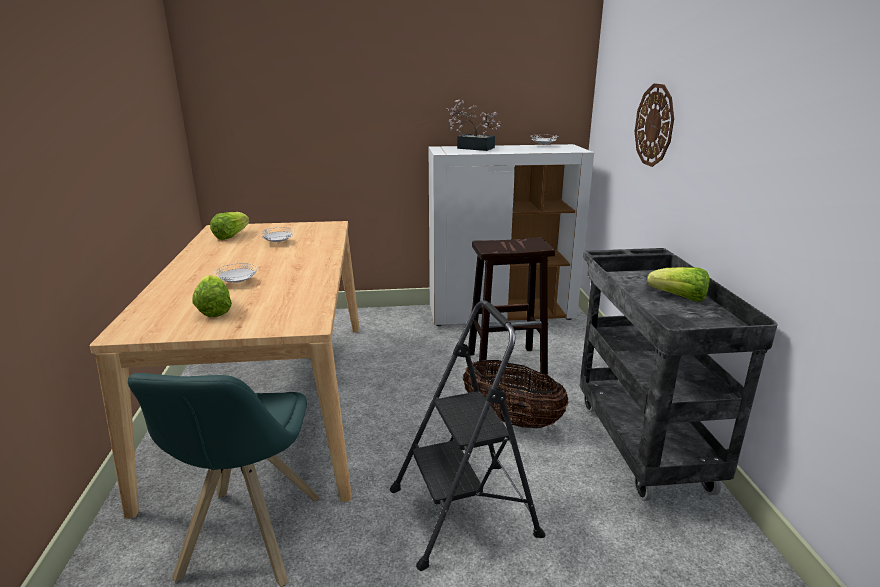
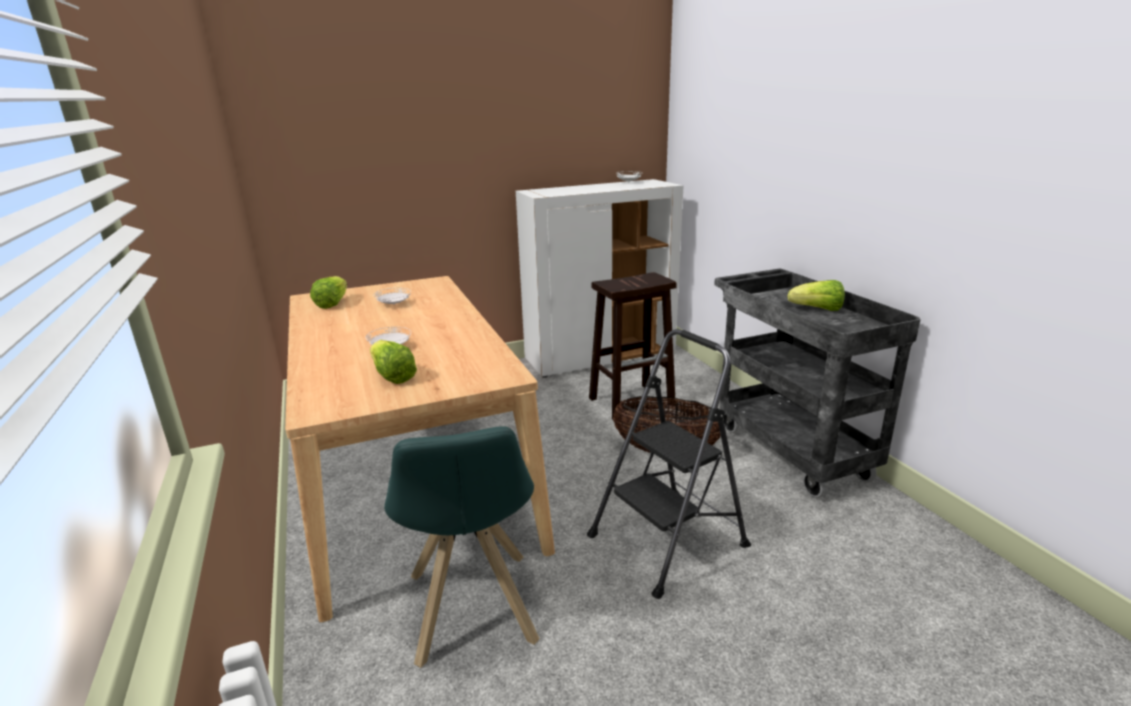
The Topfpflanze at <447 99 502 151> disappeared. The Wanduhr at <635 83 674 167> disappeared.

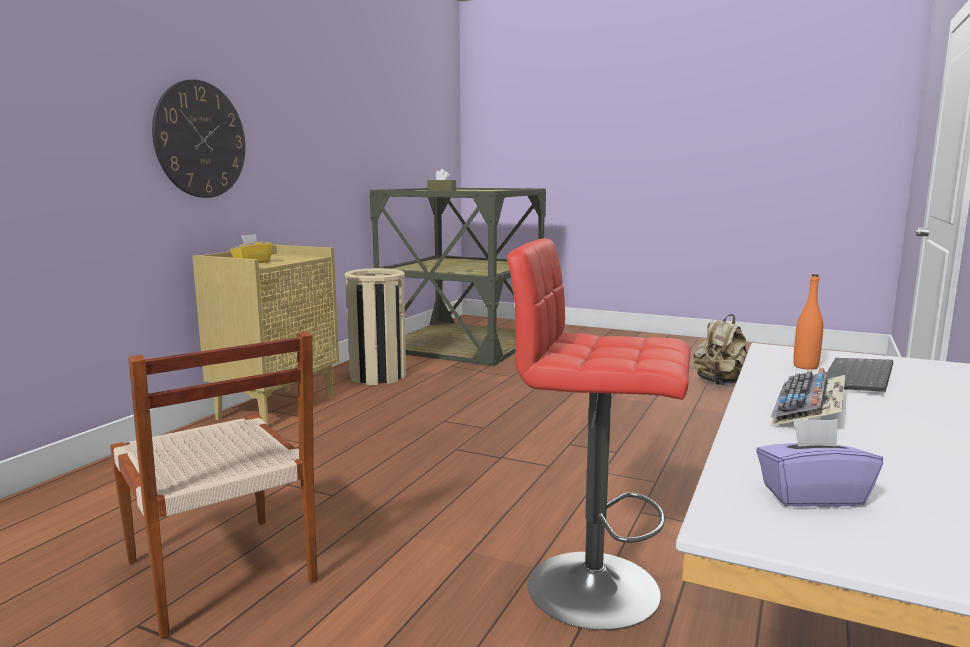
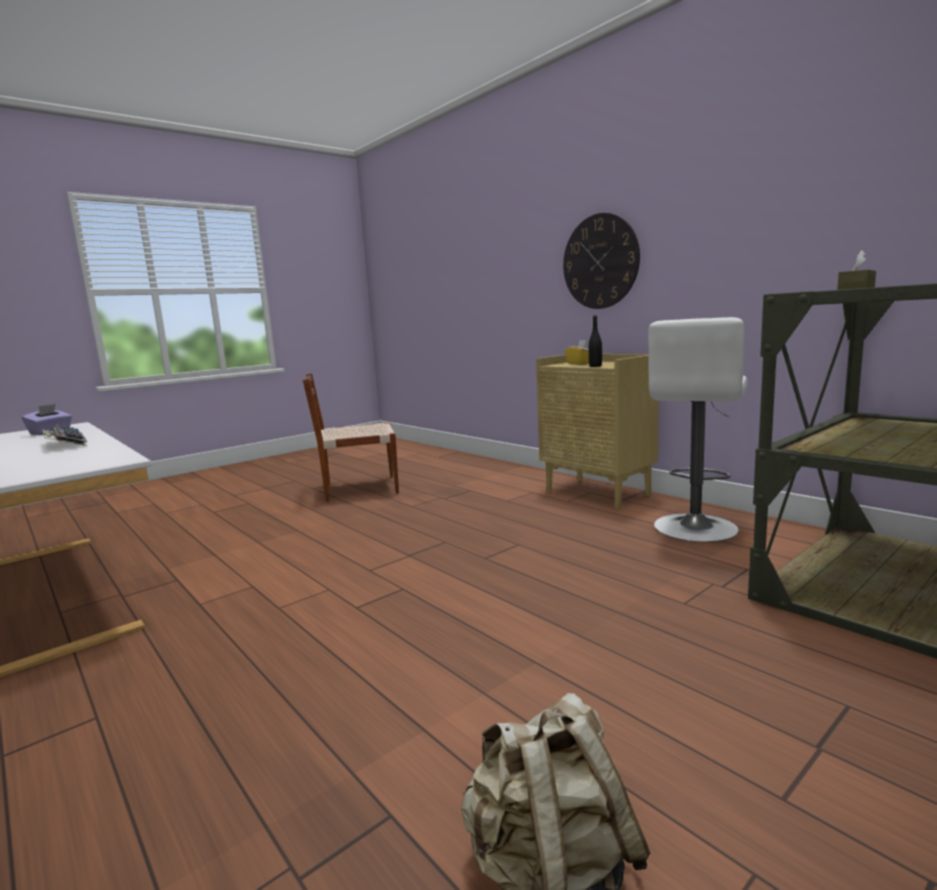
The Mülleimer (beige) at <345 268 406 385> was replaced by the Hocker (weiß) at <648 317 748 542>. The Hocker (rot) at <507 238 690 630> disappeared. The Flasche (orange) at <793 274 823 370> disappeared. The Tastatur at <827 358 893 392> disappeared. The Flasche (schwarz) at <589 315 602 367> appeared.

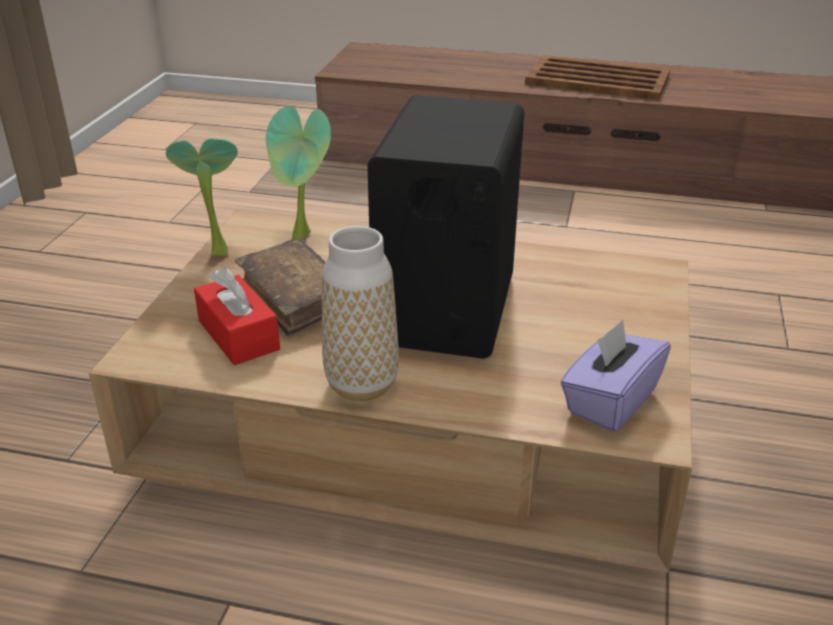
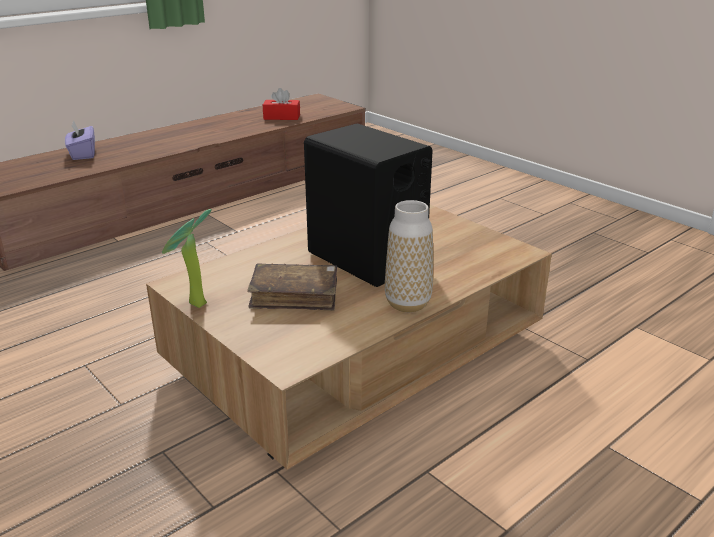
The Taschentuchbox (rot) moved from <194 267 280 365> to <263 88 300 120>. The Topfpflanze at <266 106 331 240> disappeared. The Tablett (braun) at <525 55 670 100> disappeared. The Taschentuchbox (lila) moved from <561 320 671 432> to <65 120 95 160>.

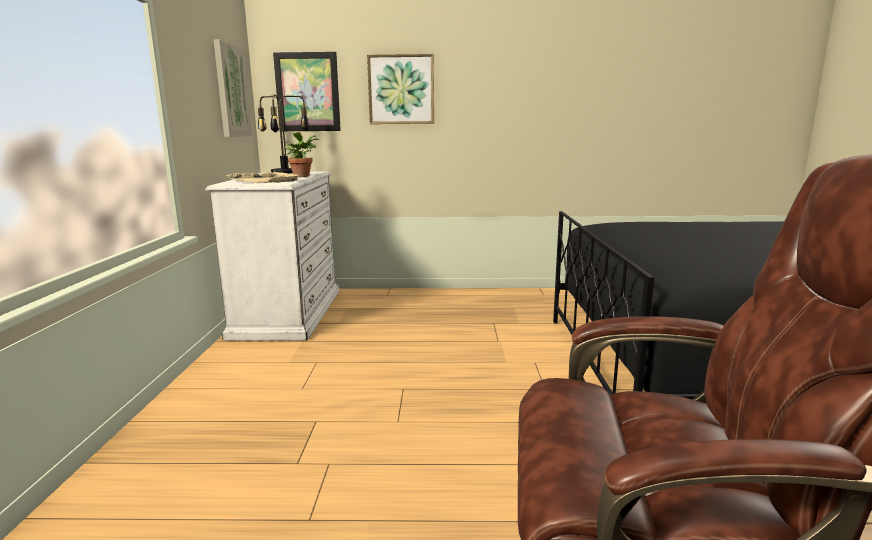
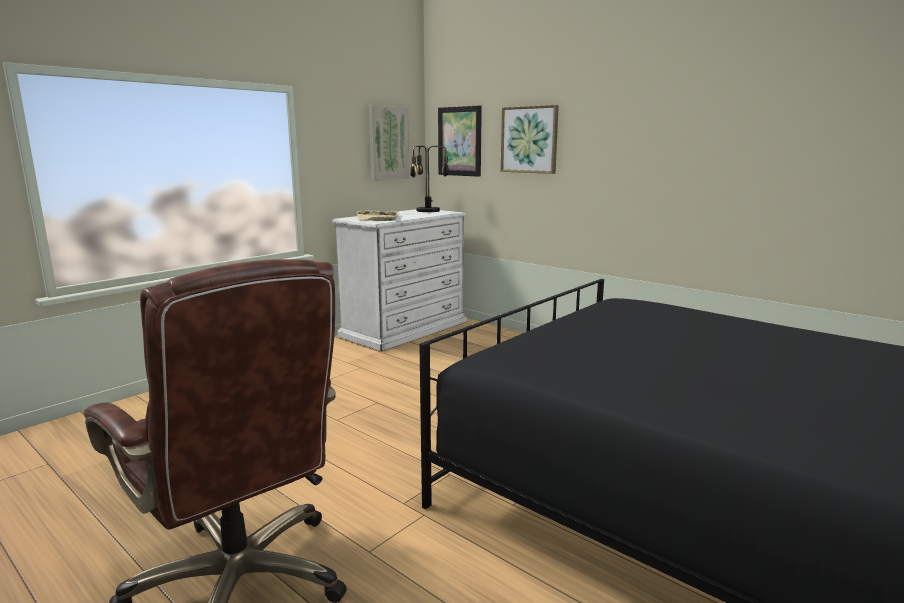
The Topfpflanze at <282 132 319 177> disappeared.

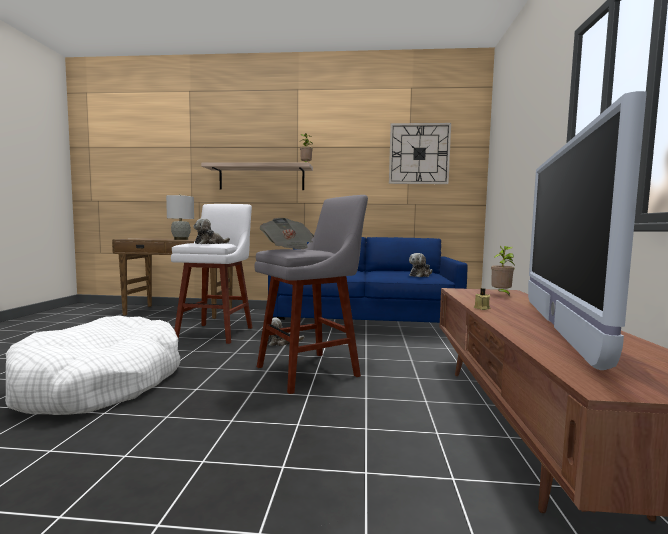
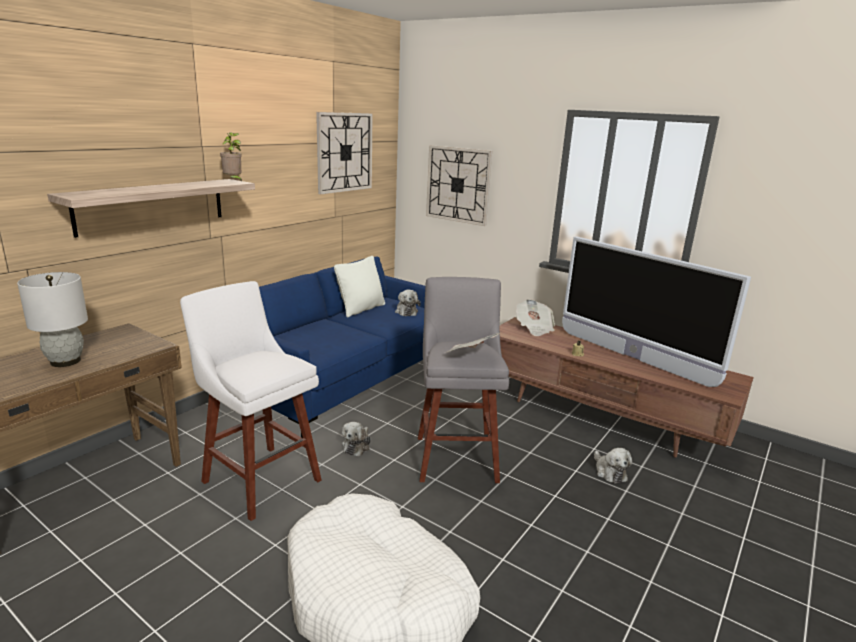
The Plüschtier moved from <193 218 230 244> to <594 448 632 483>. The Topfpflanze at <491 246 514 295> was replaced by the Zeitung at <515 299 555 336>. The Kissen (weiß) at <334 256 385 317> appeared. The Wanduhr at <426 145 492 226> appeared.

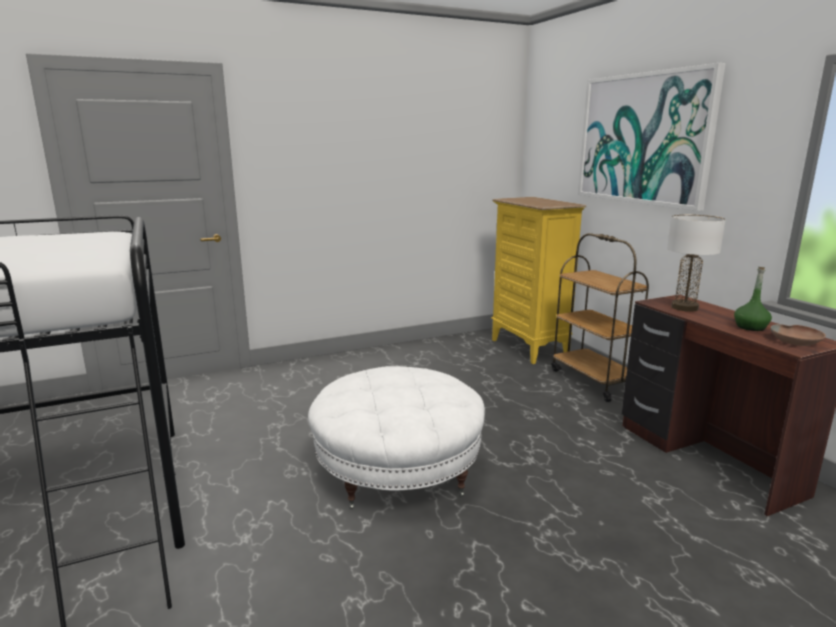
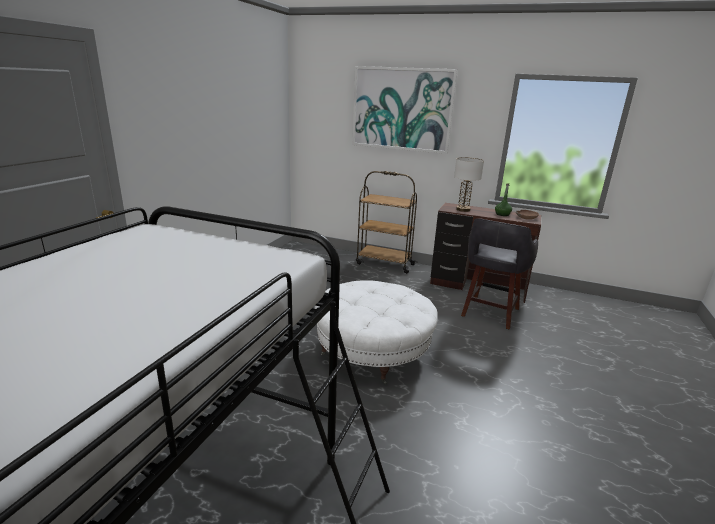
The Kommode (gelb) at <491 197 587 364> disappeared. The Hocker (grau) at <461 218 538 330> appeared.

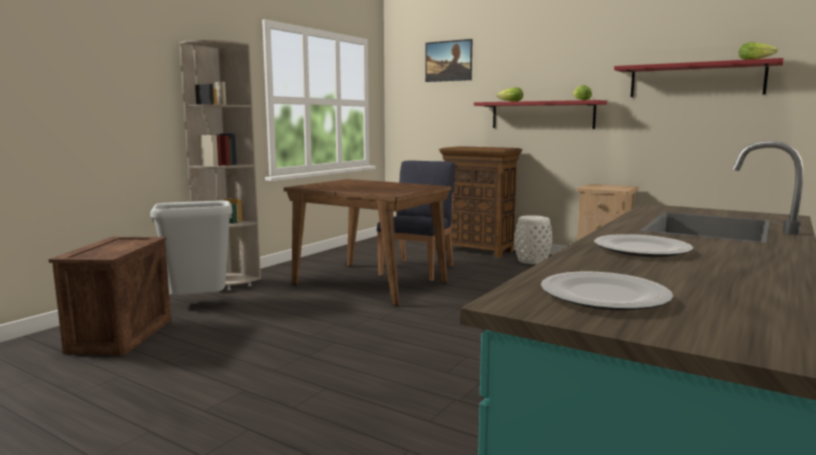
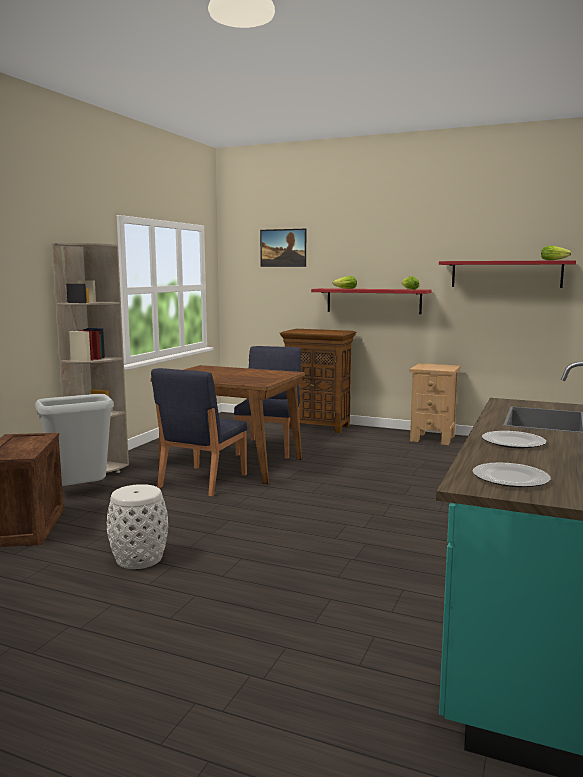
The Hocker (weiß) moved from <514 215 553 264> to <107 484 168 569>. The Stuhl (blau) at <151 368 247 496> appeared.

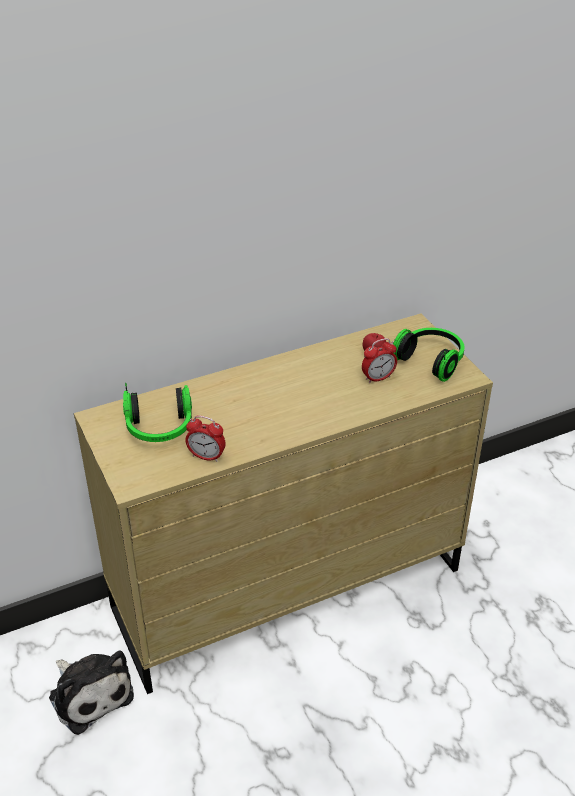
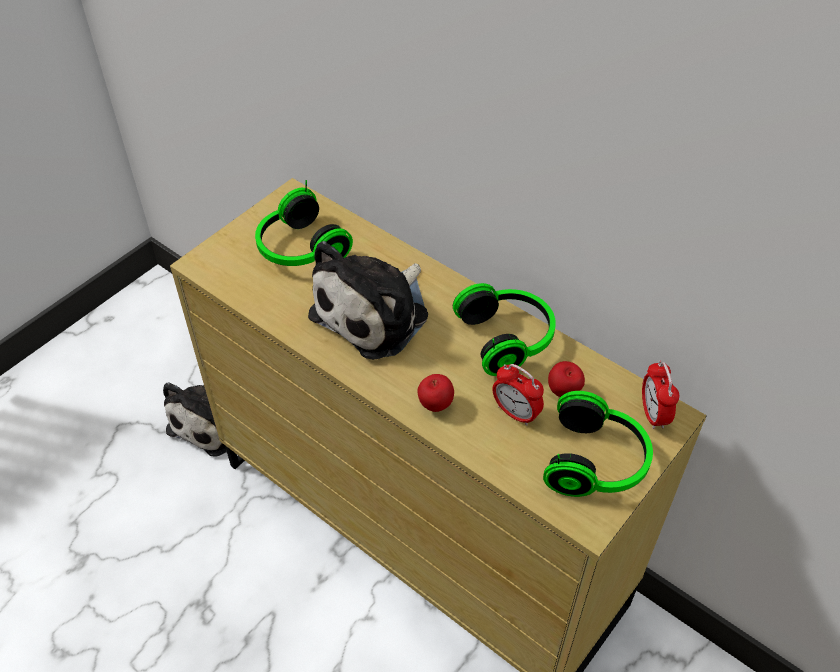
The Wecker moved from <186 416 226 462> to <642 361 679 429>. The Plüschtier at <308 241 428 360> appeared. The Apfel at <418 374 454 412> appeared. The Kopfhörer at <453 283 556 376> appeared.

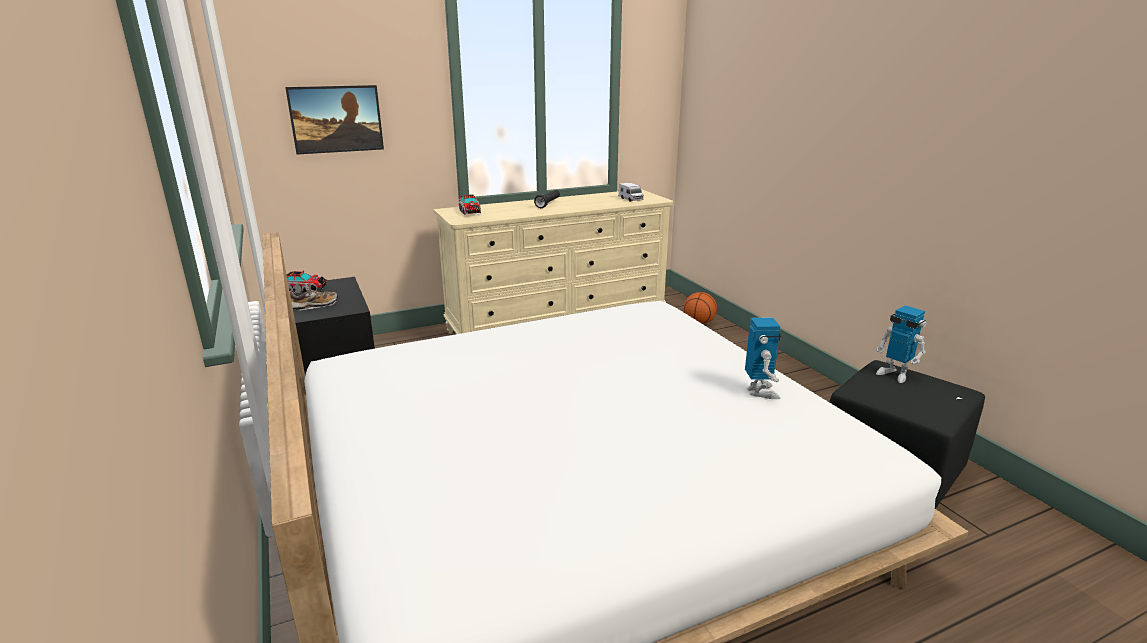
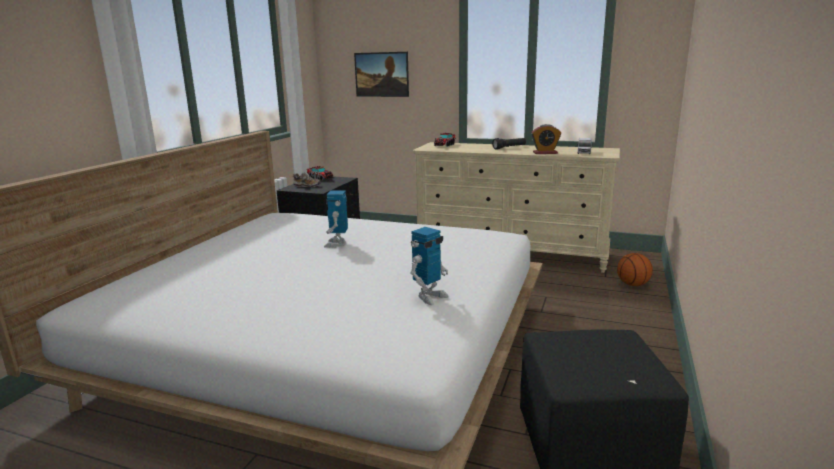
The Spielzeugroboter moved from <876 306 926 383> to <324 190 348 247>. The Wecker at <531 124 561 154> appeared.

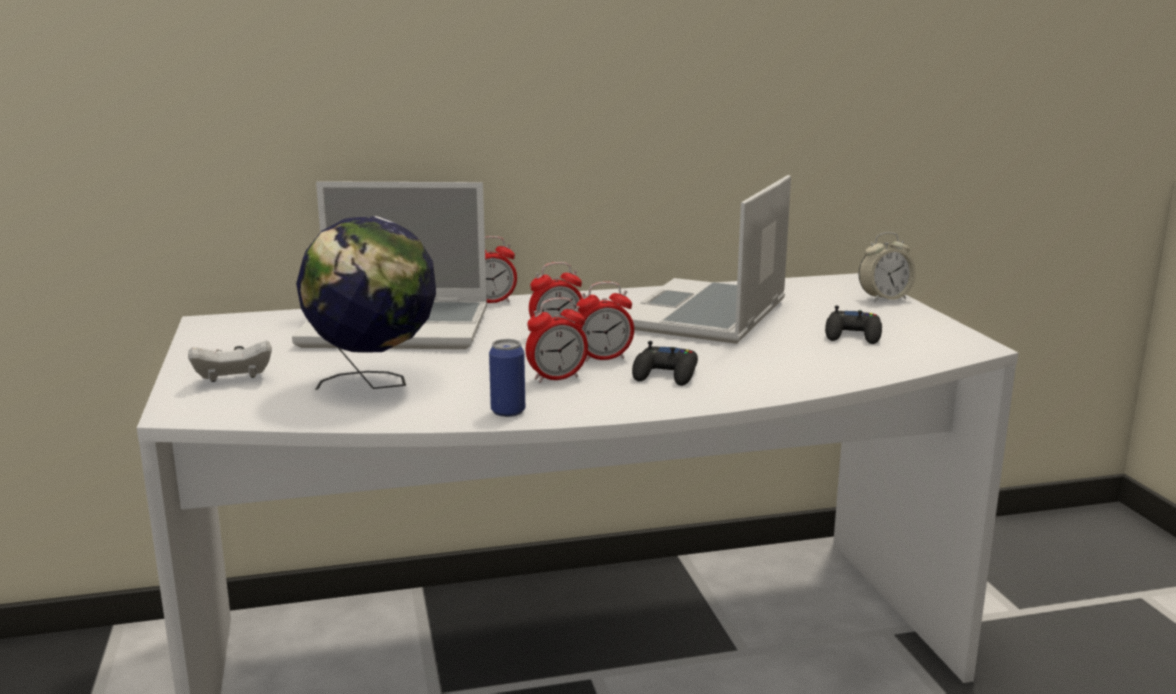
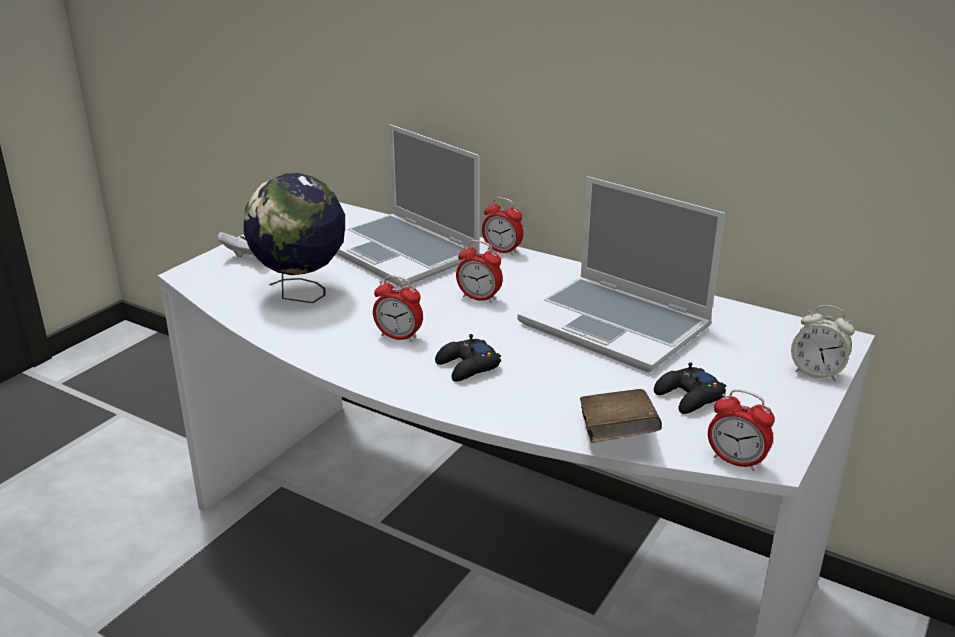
The Dose at <489 339 525 417> disappeared. The Wecker moved from <575 282 634 362> to <708 389 775 471>. The Laptop at <626 175 791 344> turned 120 degrees counterclockwise. The Buch (braun) at <580 389 662 443> appeared.

